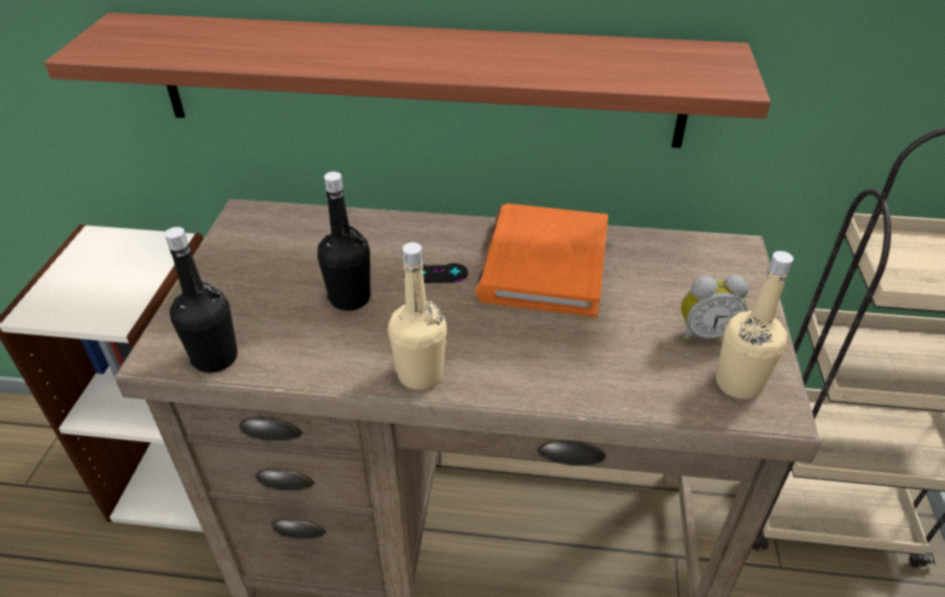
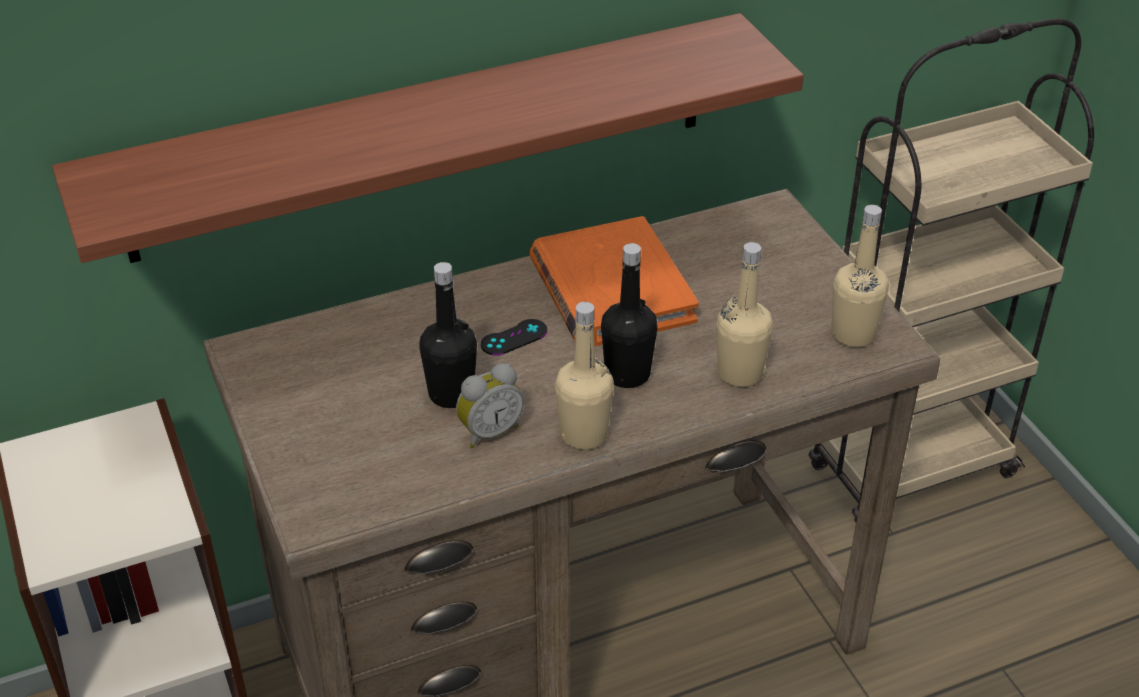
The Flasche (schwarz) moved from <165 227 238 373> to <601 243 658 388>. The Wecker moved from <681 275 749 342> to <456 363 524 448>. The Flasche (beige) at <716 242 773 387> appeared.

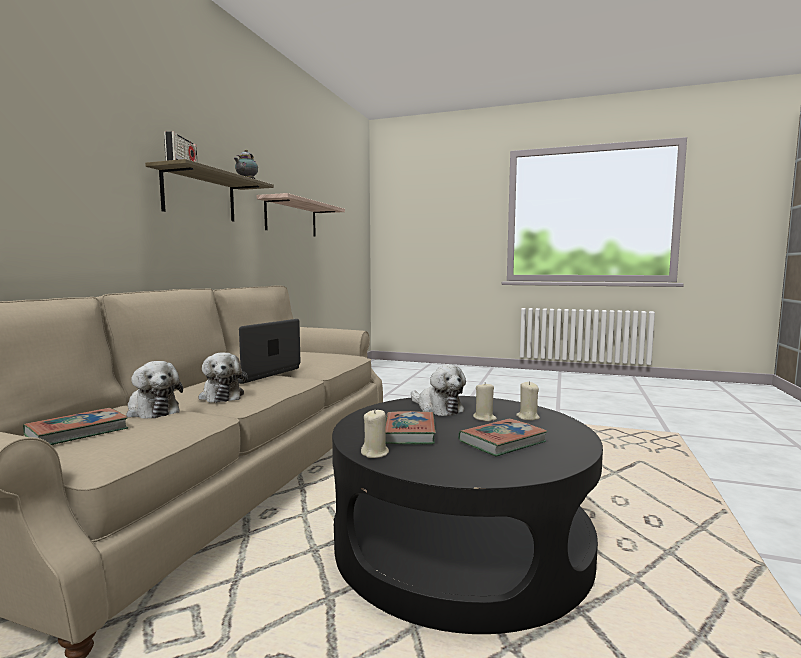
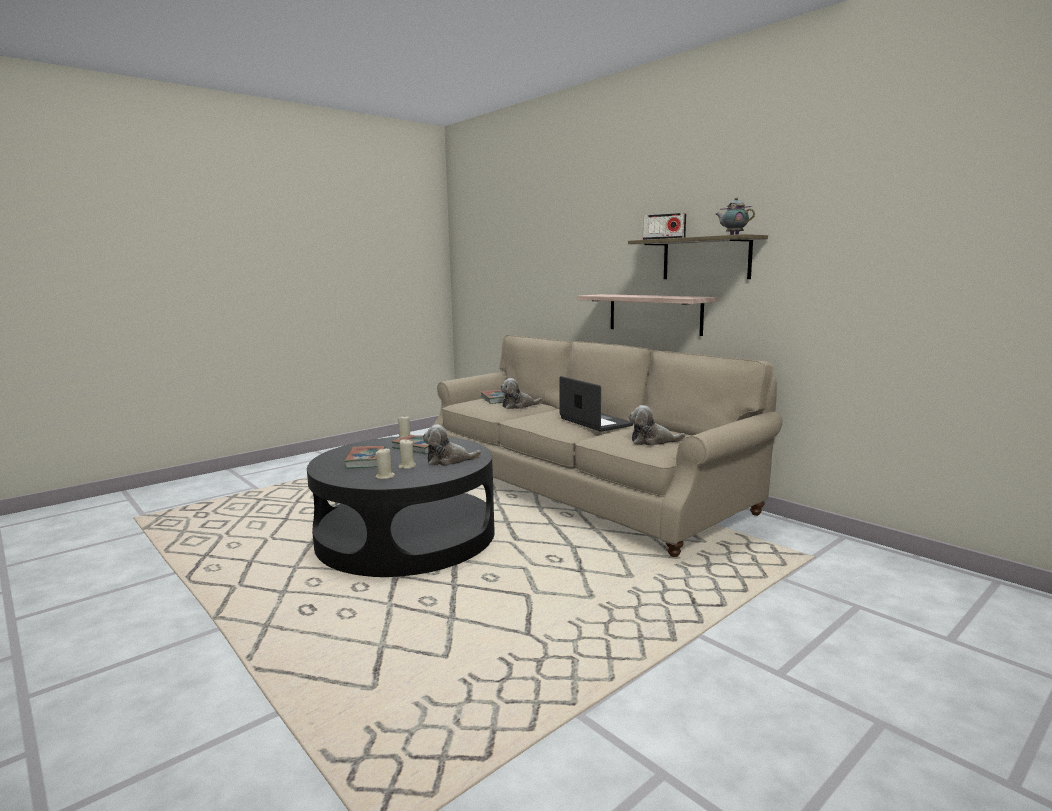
The Plüschtier moved from <199 353 247 403> to <629 405 686 446>. The Wandregal moved from <257 193 345 237> to <577 294 717 336>.

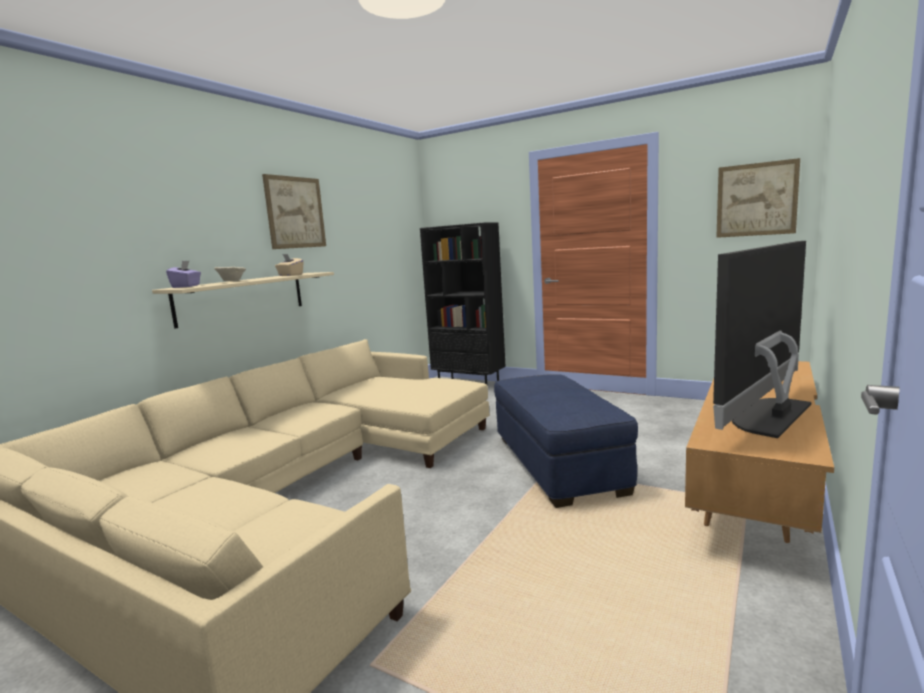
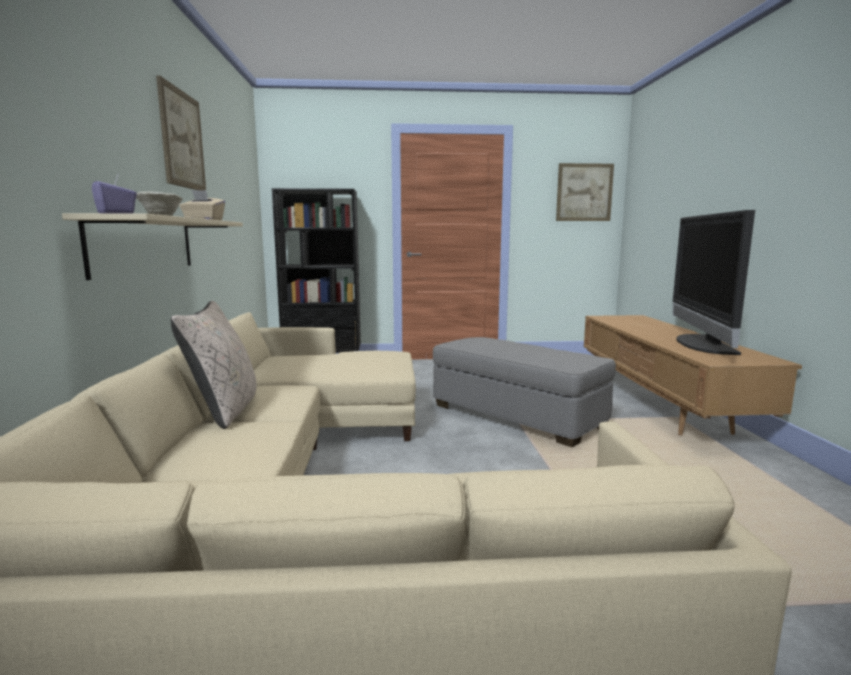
The Polsterhocker (blau) at <494 374 638 508> became the Polsterhocker (grau) at <433 337 616 447>. The Kissen (beige) at <171 301 257 429> appeared.

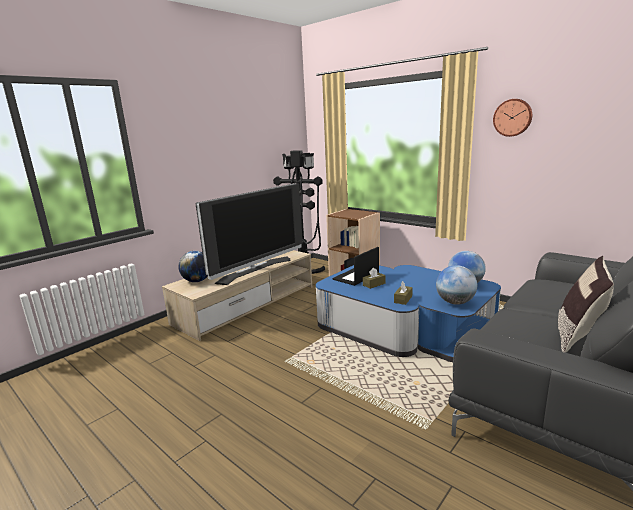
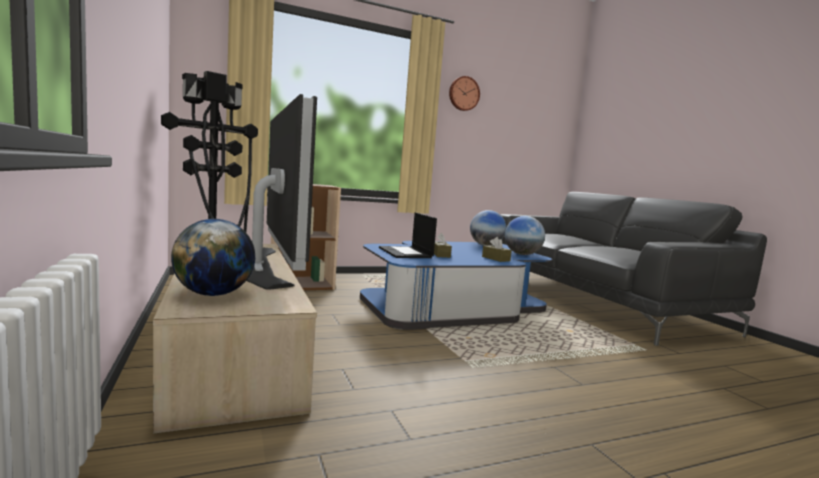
The Kissen at <558 256 614 353> disappeared.

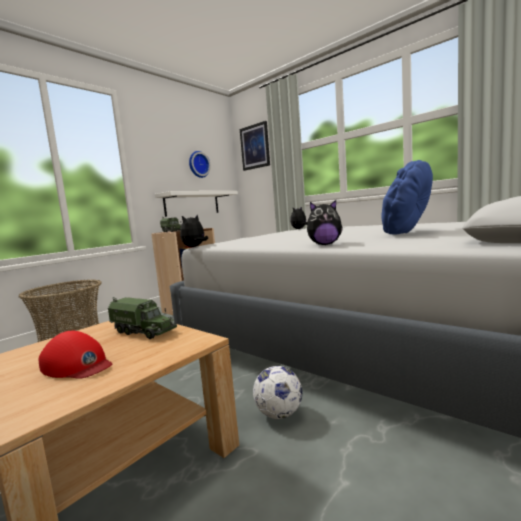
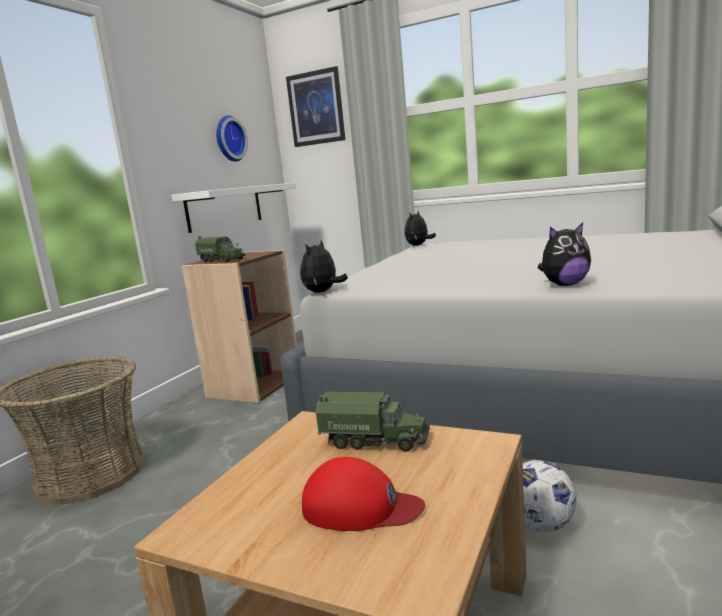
The Kissen (blau) at <381 160 433 234> disappeared.

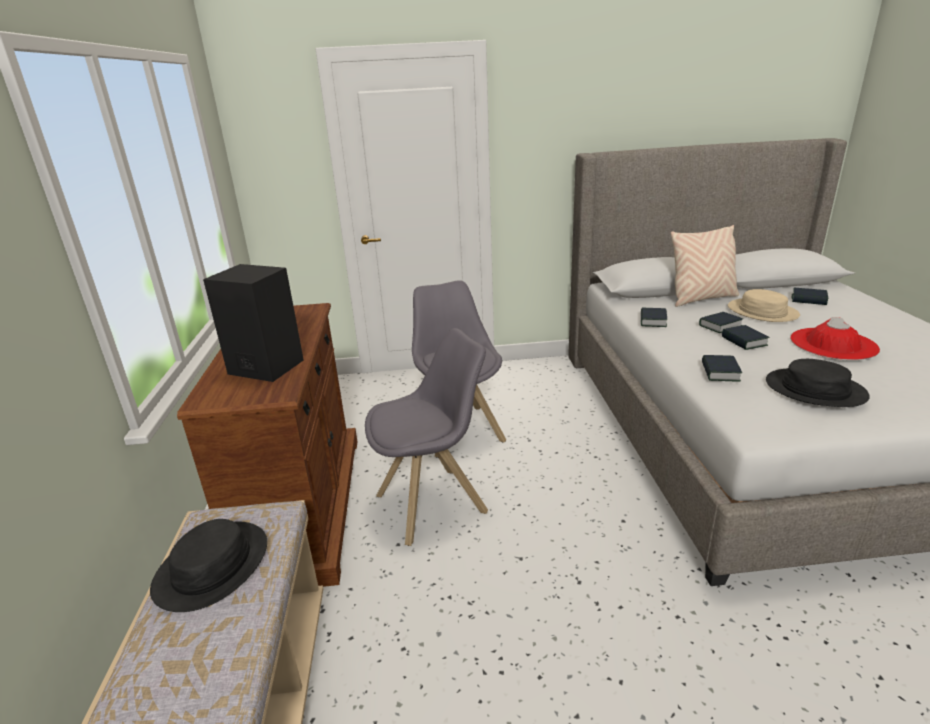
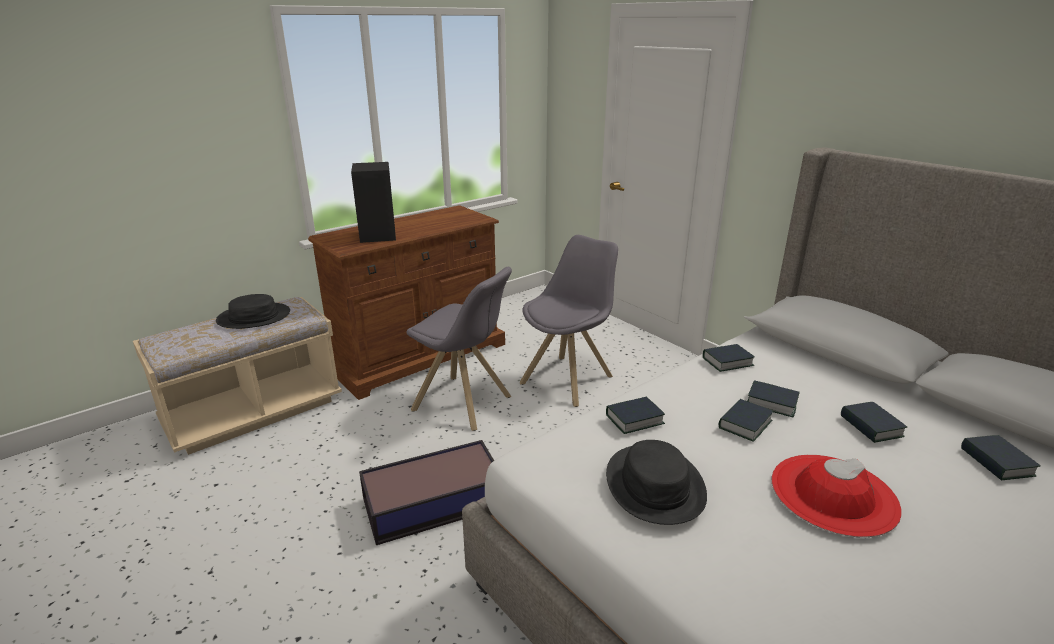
The Kissen (beige) at <671 225 739 307> disappeared. The Hut (beige) at <728 289 800 322> was replaced by the Buch at <841 402 907 443>. The Aufbewahrungsbox at <359 440 494 545> appeared.

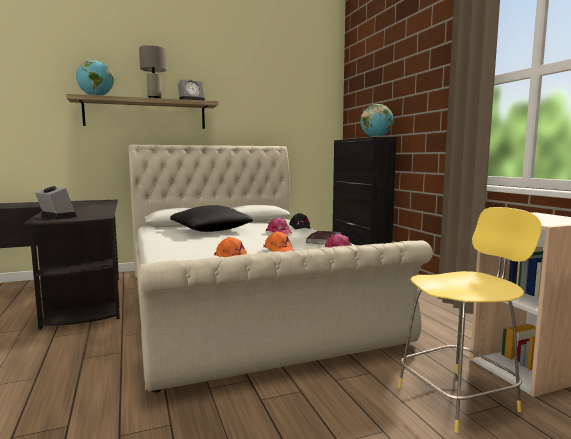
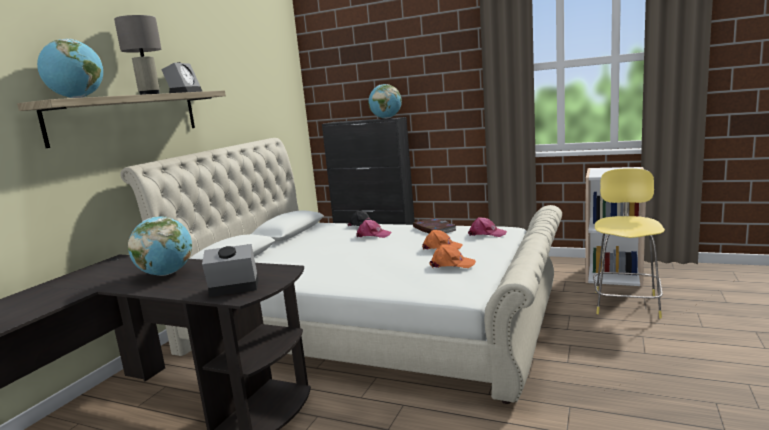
The Kissen (schwarz) at <170 205 253 232> disappeared. The Globus at <128 216 192 276> appeared.

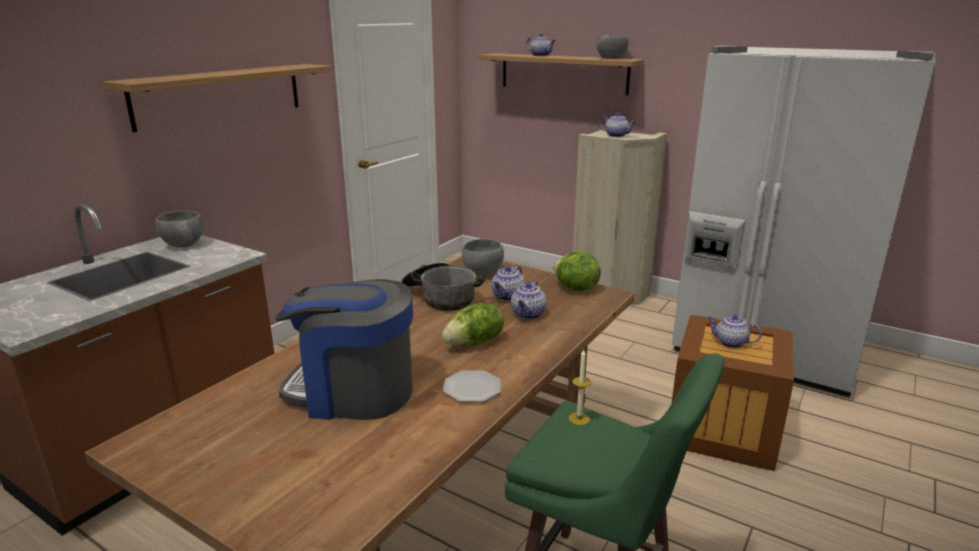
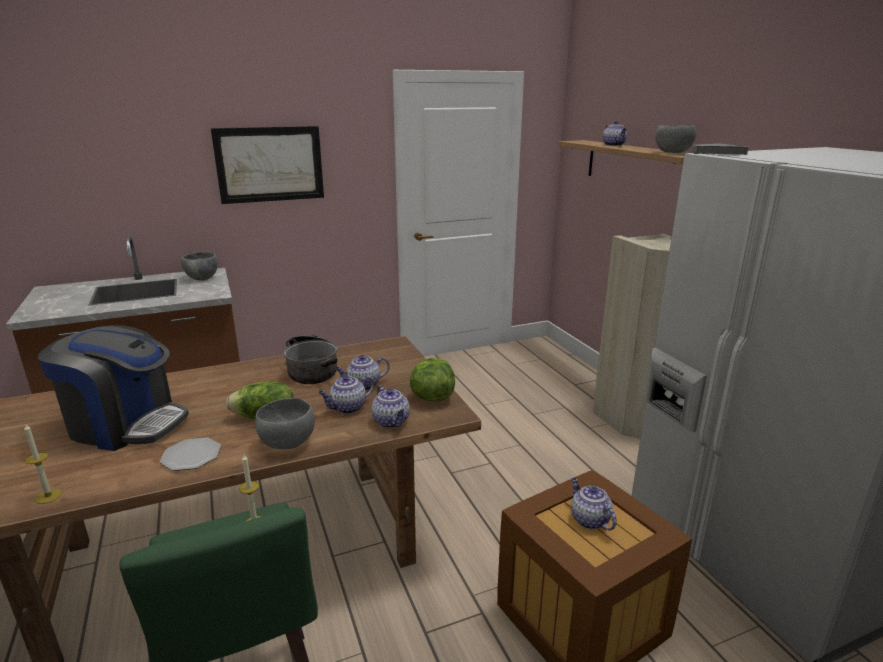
The Wandregal at <102 64 332 132> was replaced by the Bild at <211 126 324 204>. The Kaffeemaschine at <275 279 413 420> turned 150 degrees clockwise. The Schüssel (grau) moved from <462 239 504 276> to <255 398 315 449>. The Teekanne moved from <599 113 637 137> to <371 385 410 428>. The Kerze at <24 423 62 504> appeared.

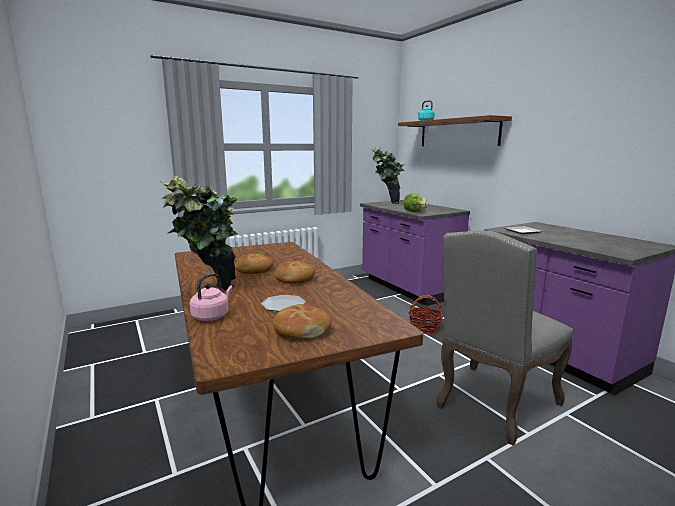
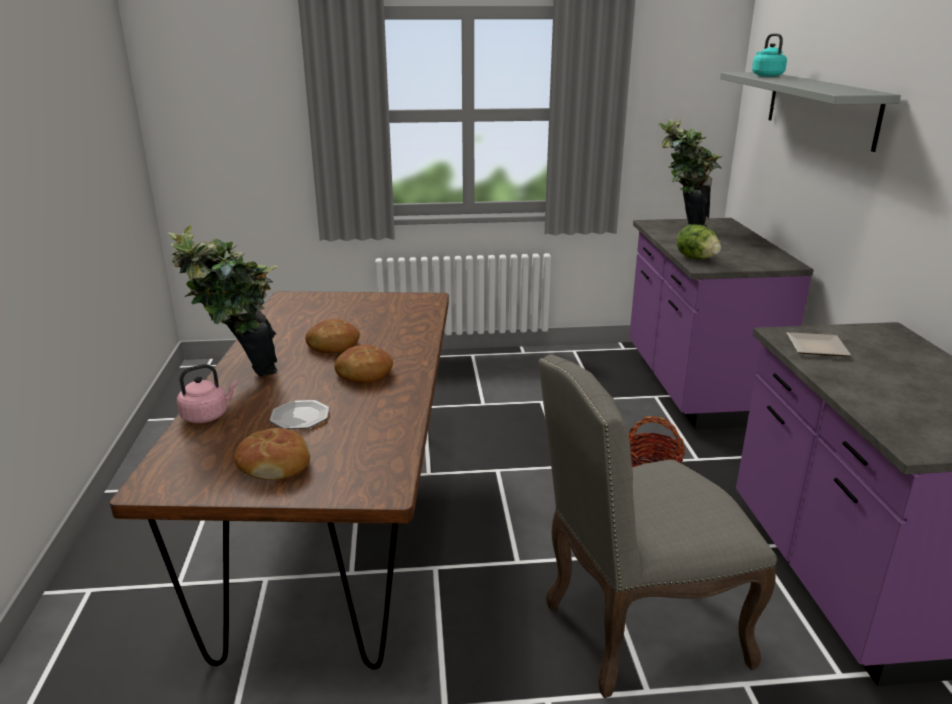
The Wandregal (braun) at <398 115 512 146> became the Wandregal (grau) at <720 72 901 152>.

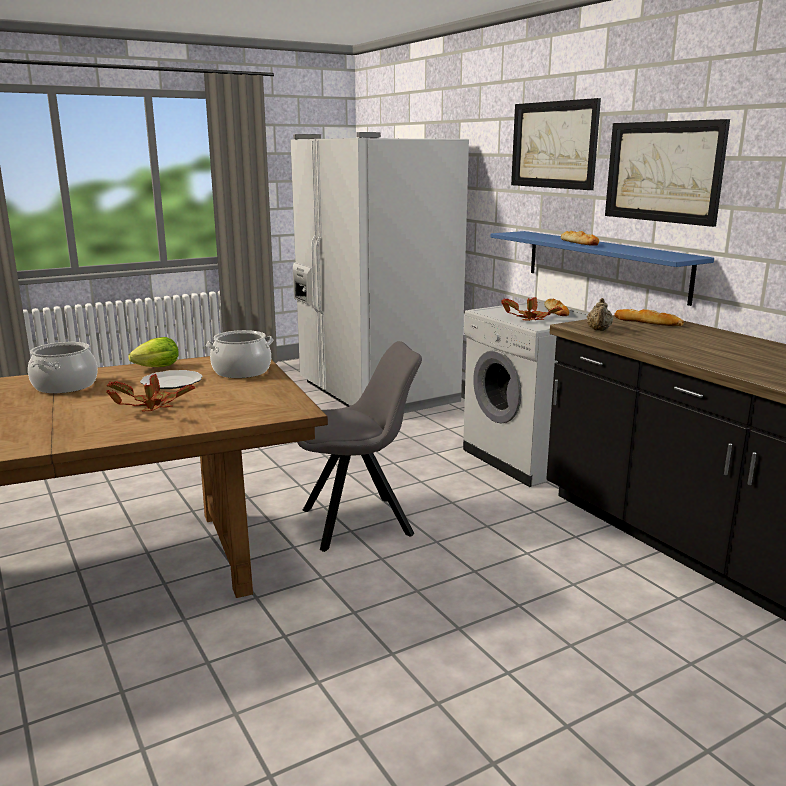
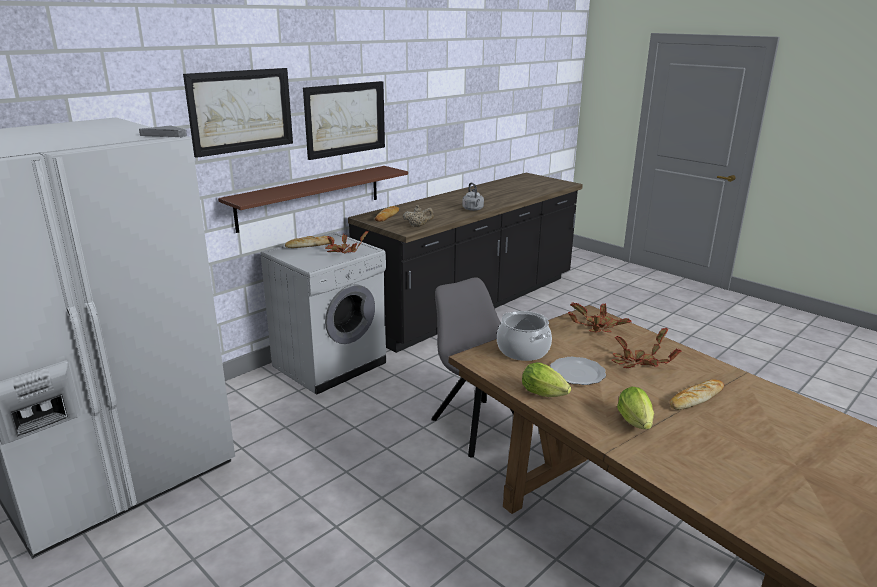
The Kochtopf at <28 342 98 393> was replaced by the Salatkopf at <617 387 654 429>. The Wandregal (blau) at <491 231 714 306> became the Wandregal (braun) at <218 166 408 233>. The Brot moved from <561 231 599 246> to <670 379 724 410>. The Wasserkessel (grau) at <462 182 484 211> appeared. The Topfpflanze at <568 302 632 332> appeared.

